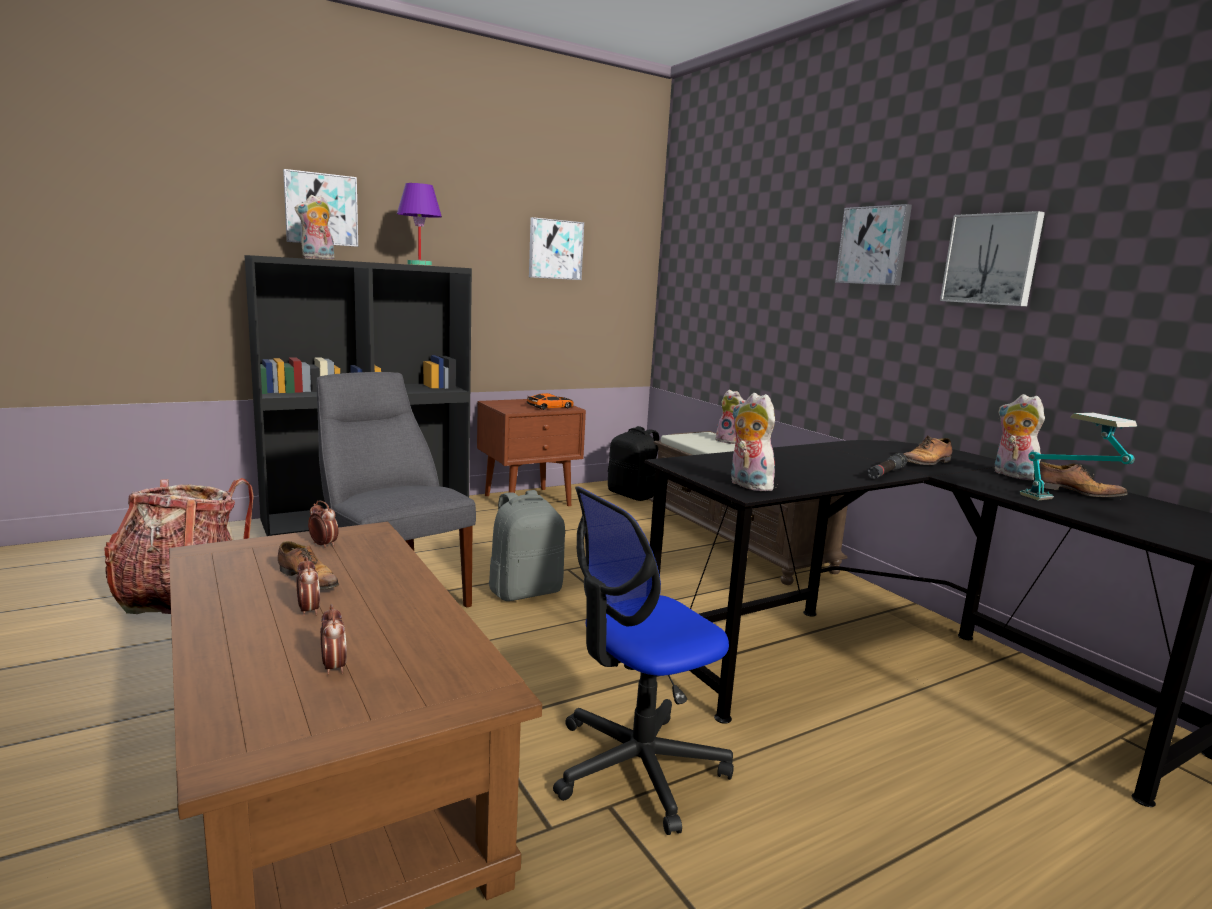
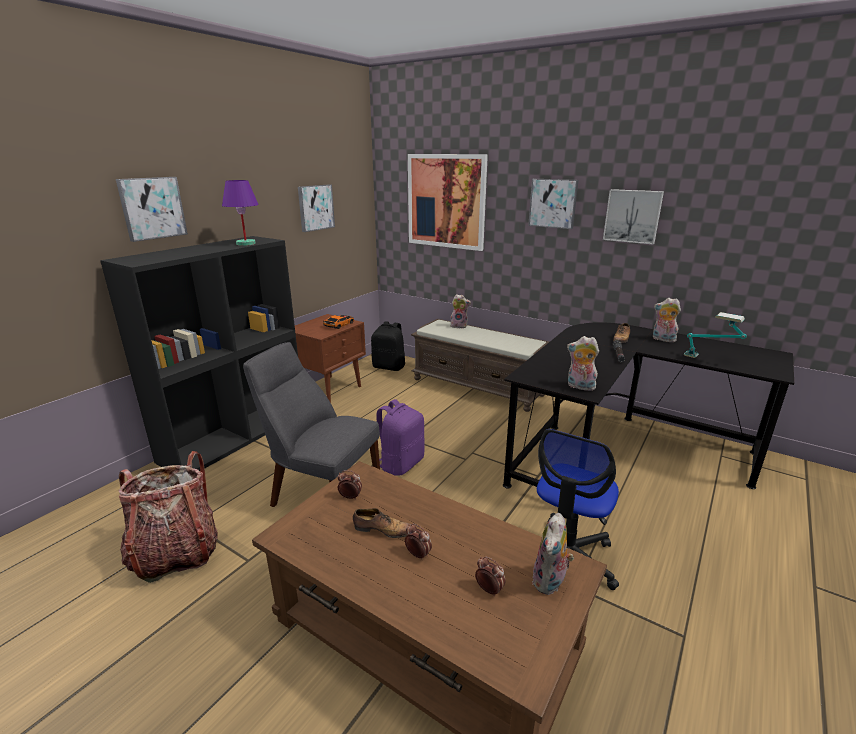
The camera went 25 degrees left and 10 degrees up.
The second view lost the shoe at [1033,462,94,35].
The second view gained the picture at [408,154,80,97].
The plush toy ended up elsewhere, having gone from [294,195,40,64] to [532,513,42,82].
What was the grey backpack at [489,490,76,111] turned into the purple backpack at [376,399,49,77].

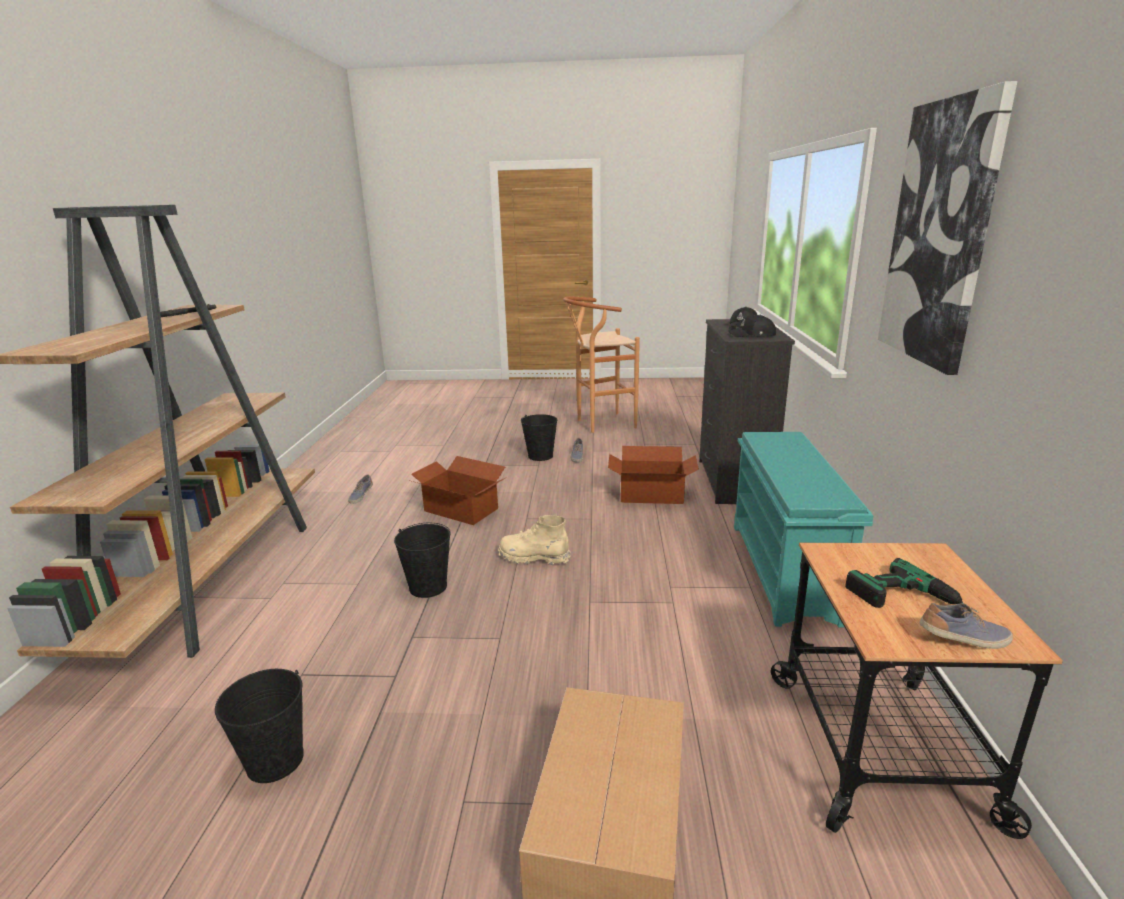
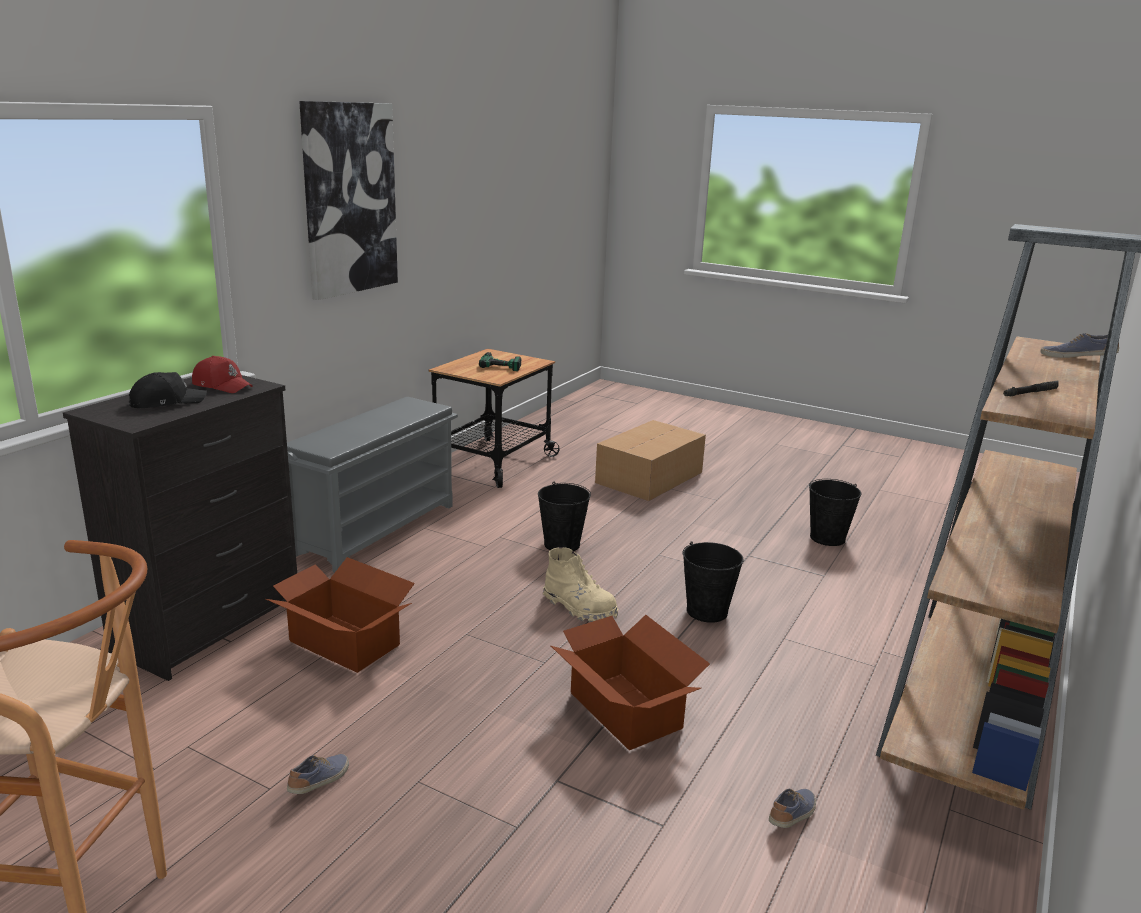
The camera went 155 degrees left and 0 degrees up.
The black bucket ended up elsewhere, having gone from [521,414,36,47] to [538,482,53,69].
The shoe ended up elsewhere, having gone from [919,603,94,46] to [1041,333,78,25].
What was the black cap at [729,315,47,22] turned into the red cap at [192,356,61,37].
What was the turquoise shoe rack at [734,432,140,196] turned into the grey shoe rack at [287,397,171,175].

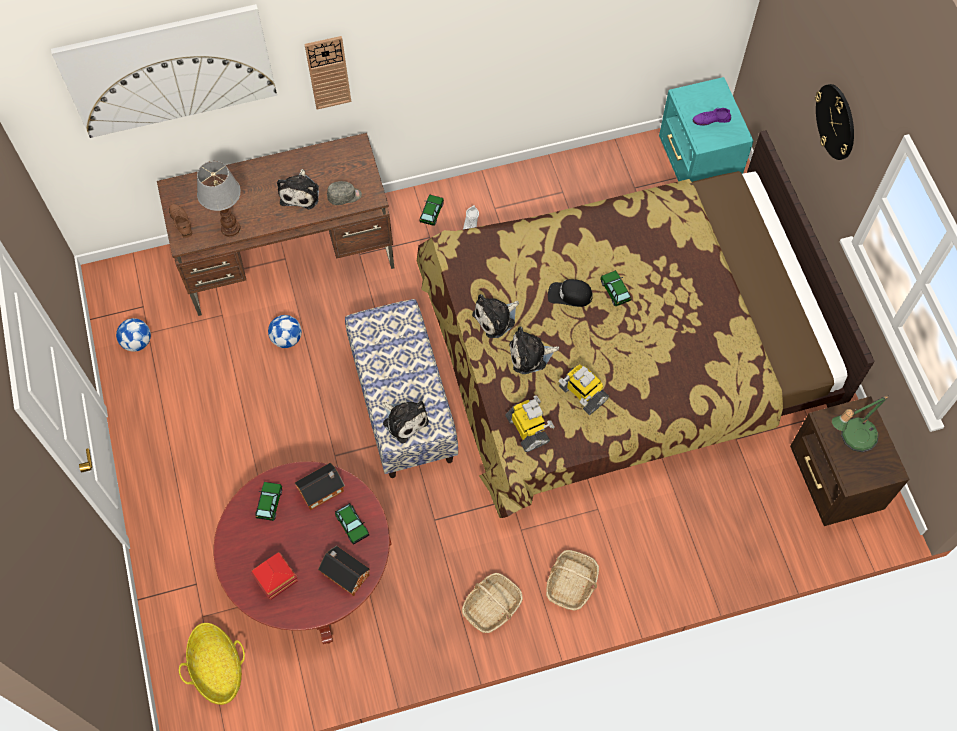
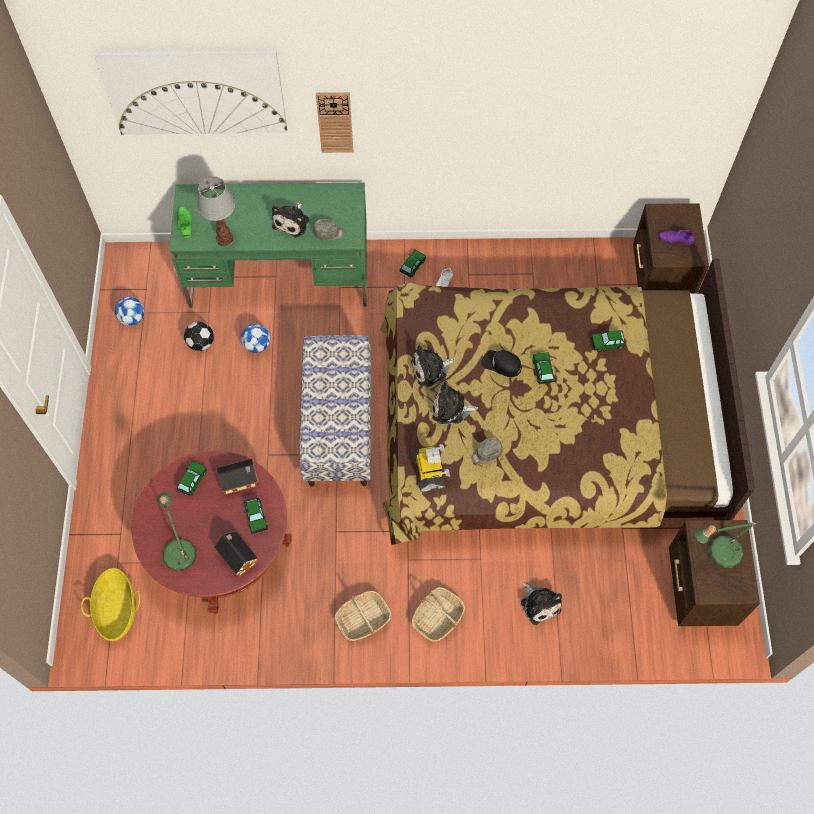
The camera went 15 degrees right and 0 degrees up.
The second view lost the wall clock at [815,84,39,76].
The second view gained the football at [184,322,30,29].
The second view gained the toy car at [591,330,35,22].
The plush toy ended up elsewhere, having gone from [381,401,48,42] to [521,583,41,42].
Where the toy house stood at [251,552,47,48], the table lamp came to stand at [157,492,39,79].
Where the toy robot stood at [558,364,51,51], the grey cap came to stand at [471,437,31,27].
What was the brown desk at [157,133,237,183] turned into the green desk at [169,183,198,125].
What was the brown shoe at [169,204,23,34] turned into the green shoe at [178,207,14,31].
What was the turquoise nightstand at [659,77,94,105] turned into the brown nightstand at [633,203,76,91].

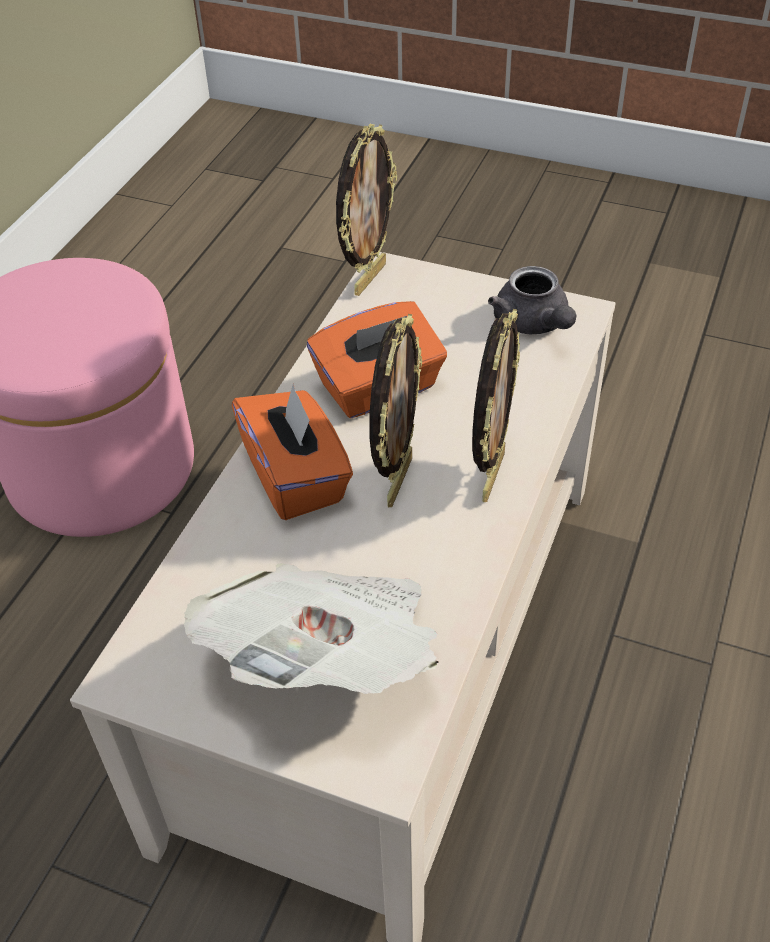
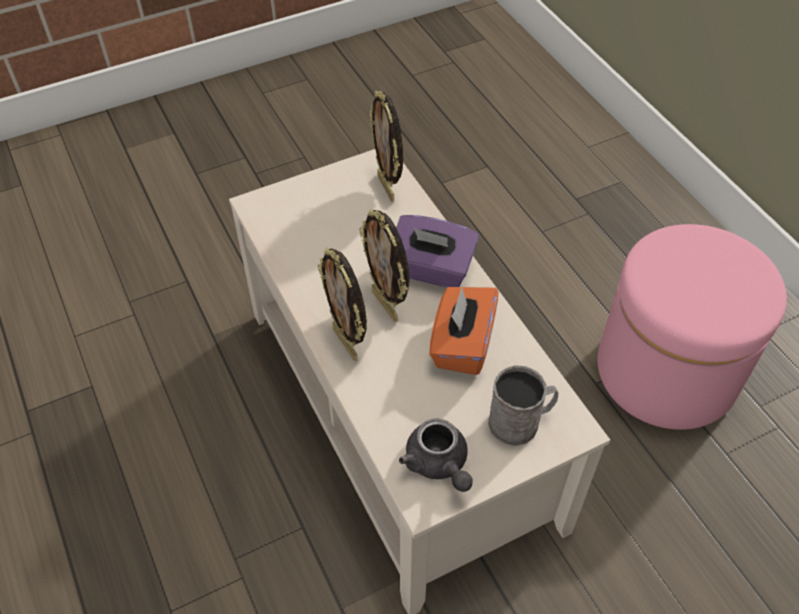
The camera went 130 degrees right and 5 degrees up.
The second view lost the newspaper at [184,563,254,131].
The second view gained the grey mug at [488,365,70,81].
The picture frame ended up elsewhere, having gone from [336,124,61,172] to [369,91,34,111].
What was the orange tissue box at [232,383,121,137] turned into the purple tissue box at [396,215,83,73].
The grey teapot at [488,266,89,68] ended up facing another way, 135 degrees counterclockwise from before.

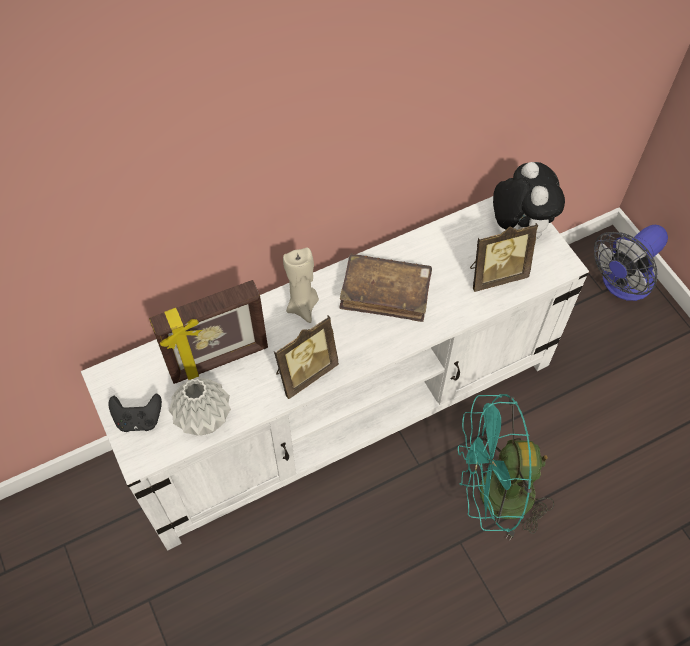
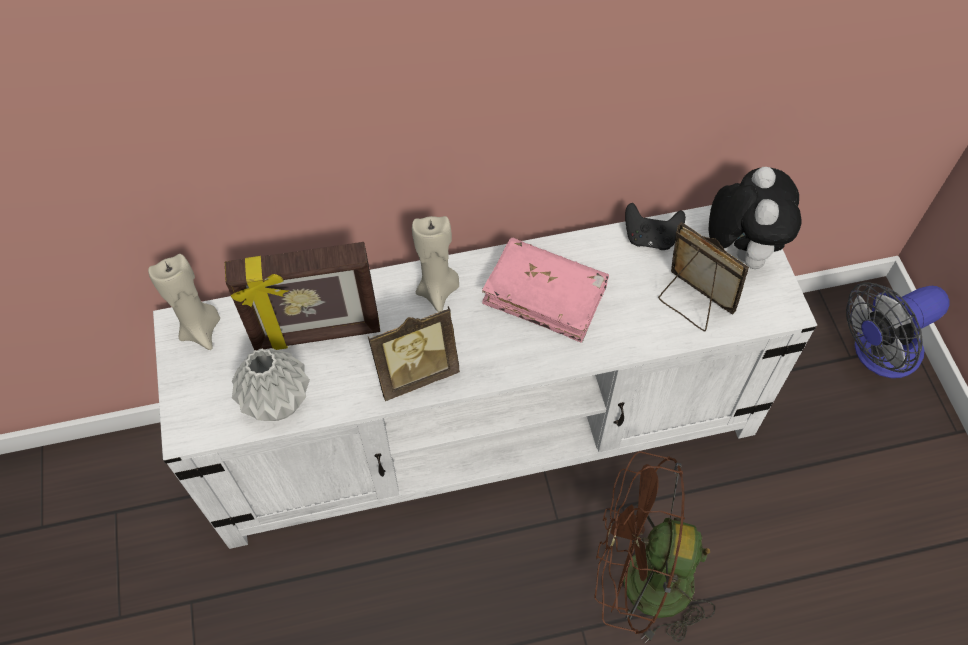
The camera went 15 degrees right and 0 degrees up.
The second view gained the beige candle at [148,254,72,96].
The black game controller ended up elsewhere, having gone from [108,394,54,38] to [625,203,61,47].
What was the brown book at [339,253,93,69] turned into the pink book at [482,238,127,104].
What was the turquoise fan at [458,394,96,147] turned into the brown fan at [594,451,121,192].
The picture frame at [470,223,68,69] ended up facing another way, 135 degrees counterclockwise from before.

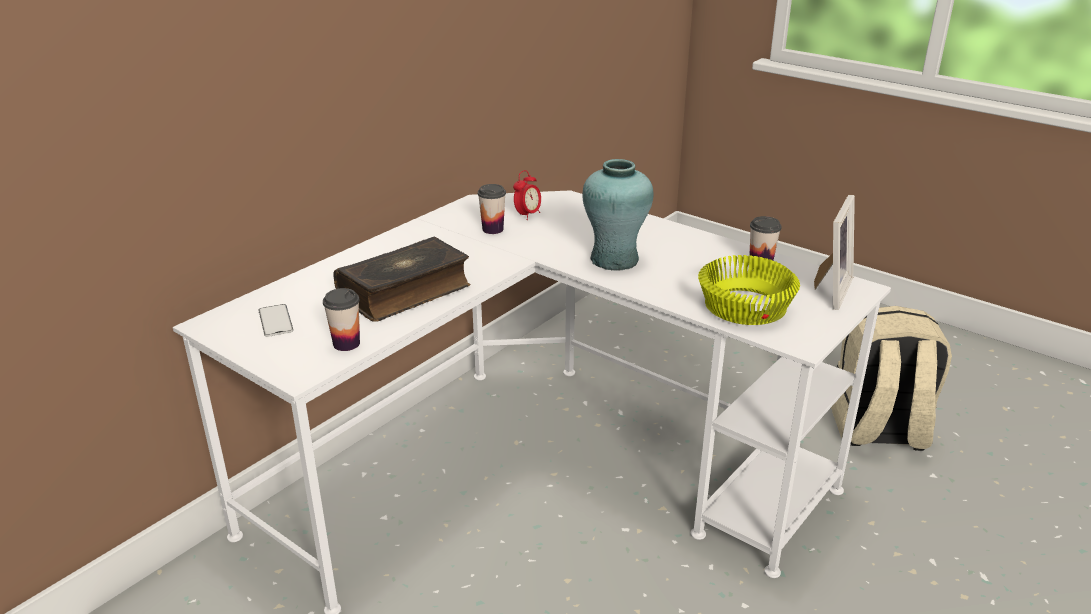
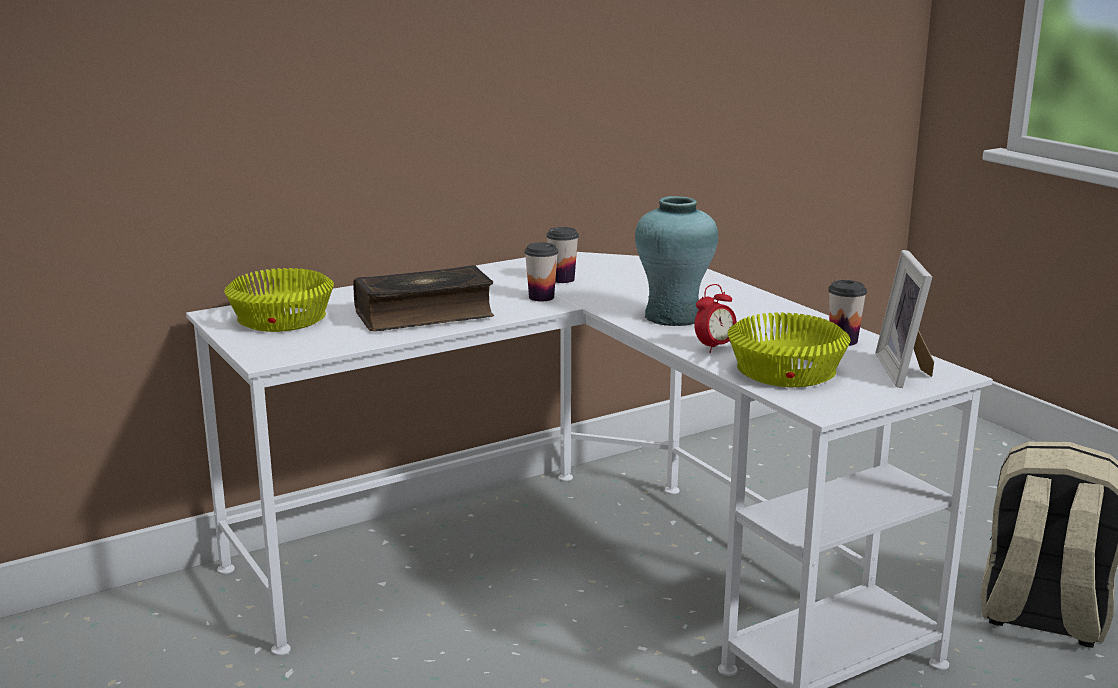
The camera went 20 degrees right and 10 degrees down.
The cup ended up elsewhere, having gone from [323,288,37,63] to [524,242,34,59].
The alarm clock ended up elsewhere, having gone from [513,170,28,50] to [694,284,43,69].
Where the phone stood at [259,304,35,33], the yellow bowl came to stand at [224,268,110,64].
The picture frame at [814,195,41,115] ended up facing another way, 135 degrees clockwise from before.

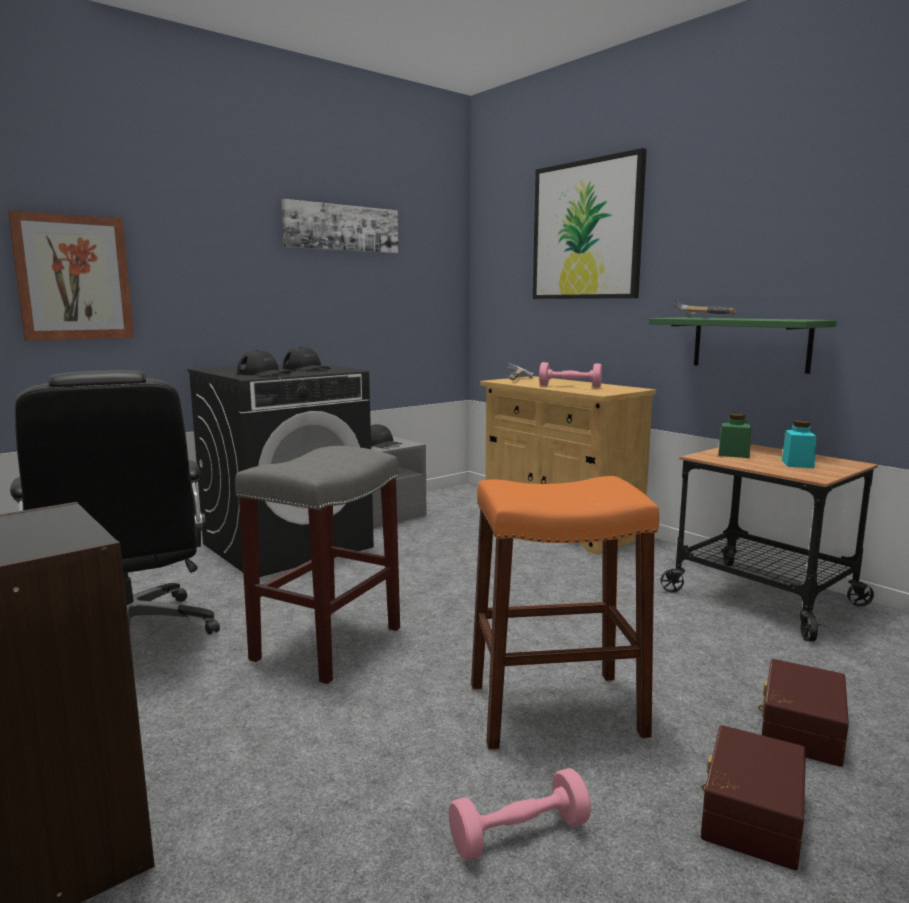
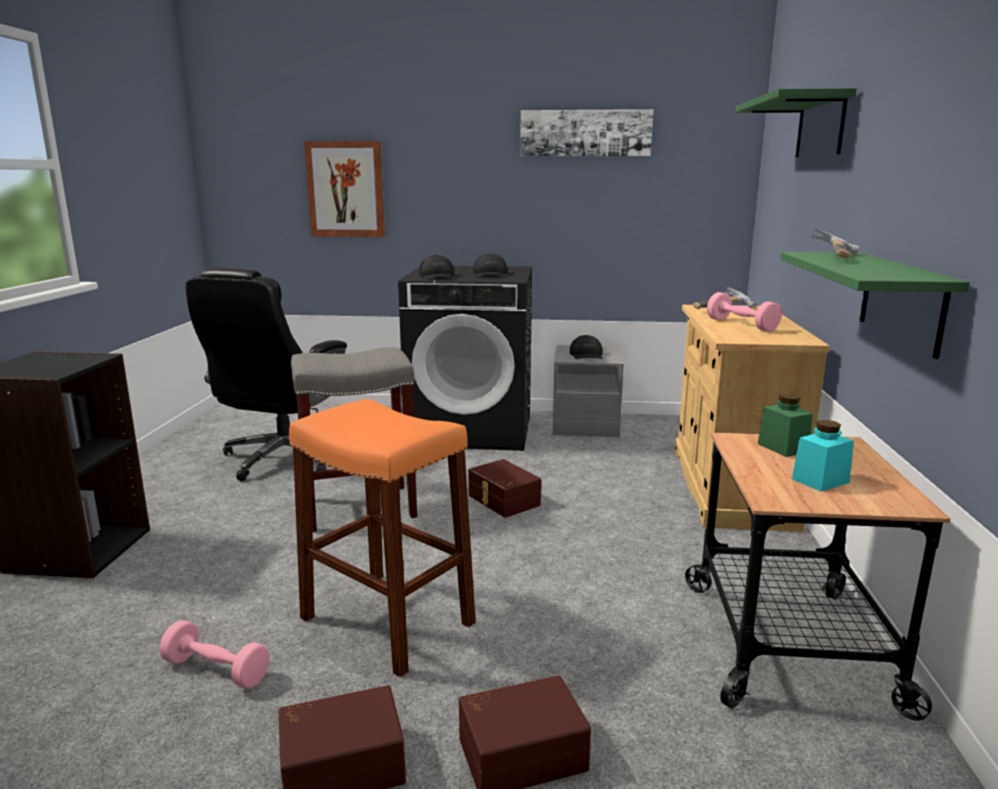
The camera went 45 degrees right and 5 degrees up.
The second view gained the brown storage box at [468,459,73,59].
Where the picture hung at [533,148,114,151], the green shelf came to hang at [735,88,122,69].

